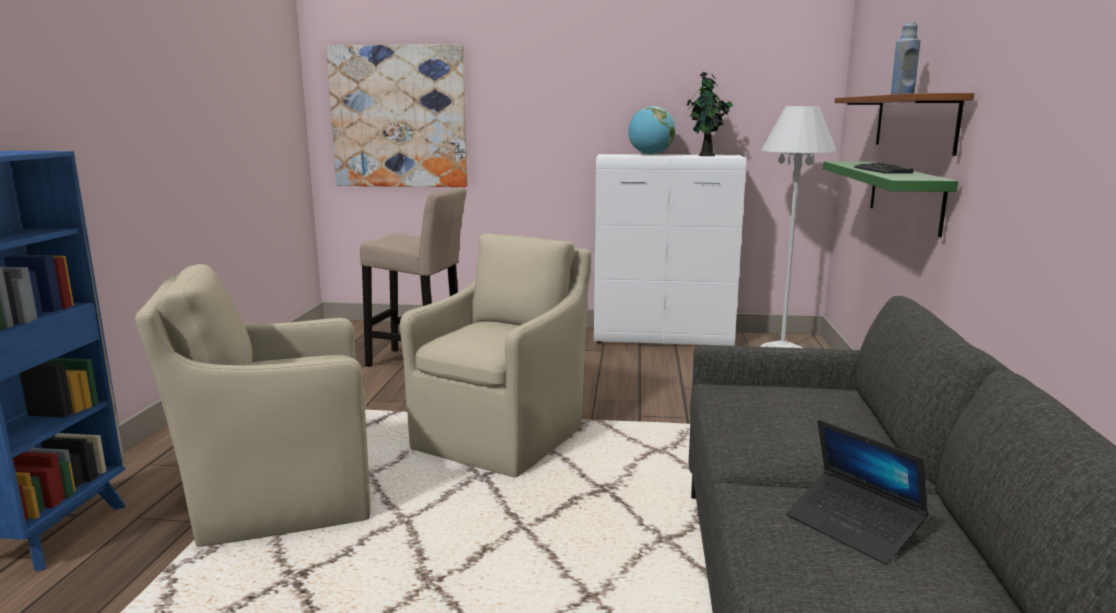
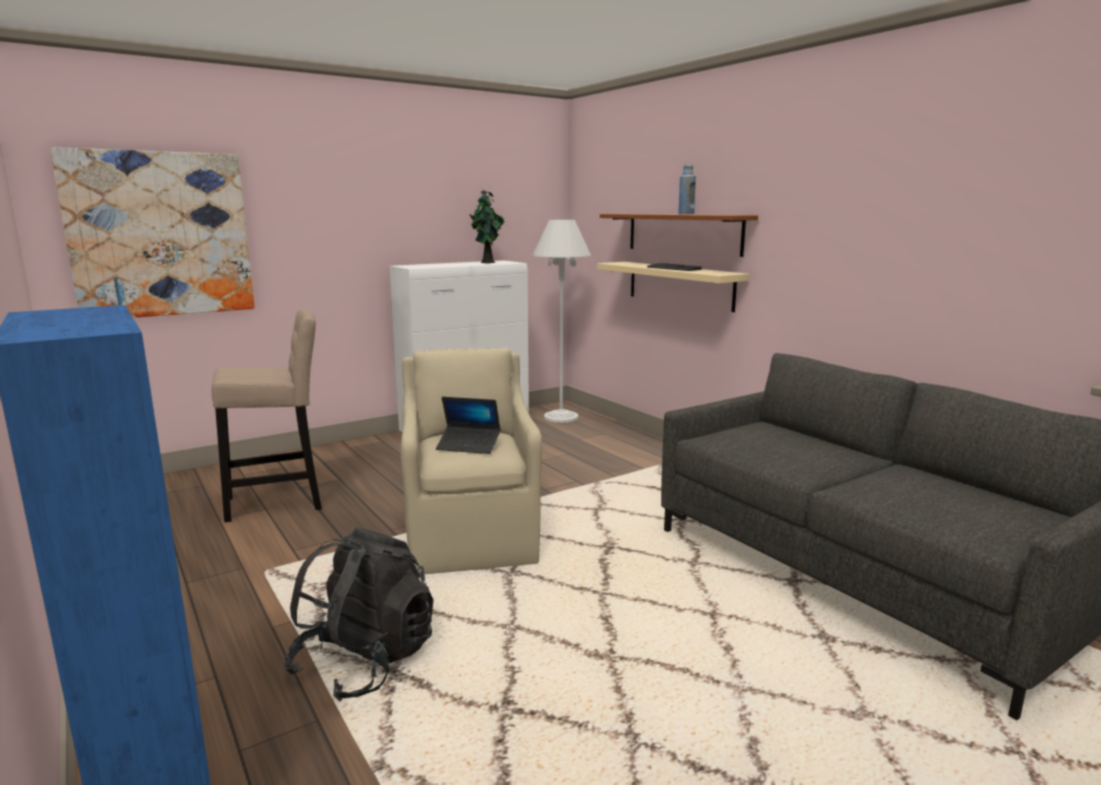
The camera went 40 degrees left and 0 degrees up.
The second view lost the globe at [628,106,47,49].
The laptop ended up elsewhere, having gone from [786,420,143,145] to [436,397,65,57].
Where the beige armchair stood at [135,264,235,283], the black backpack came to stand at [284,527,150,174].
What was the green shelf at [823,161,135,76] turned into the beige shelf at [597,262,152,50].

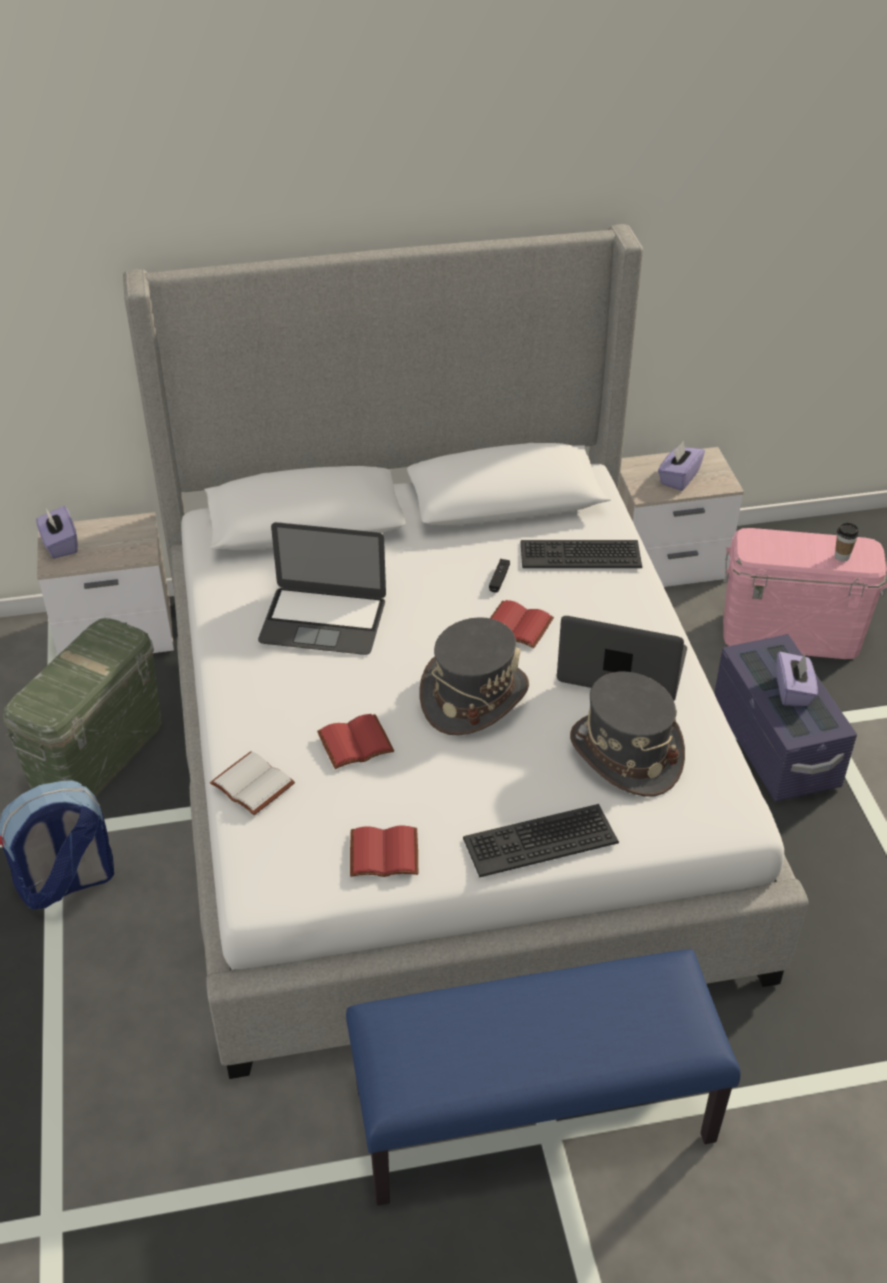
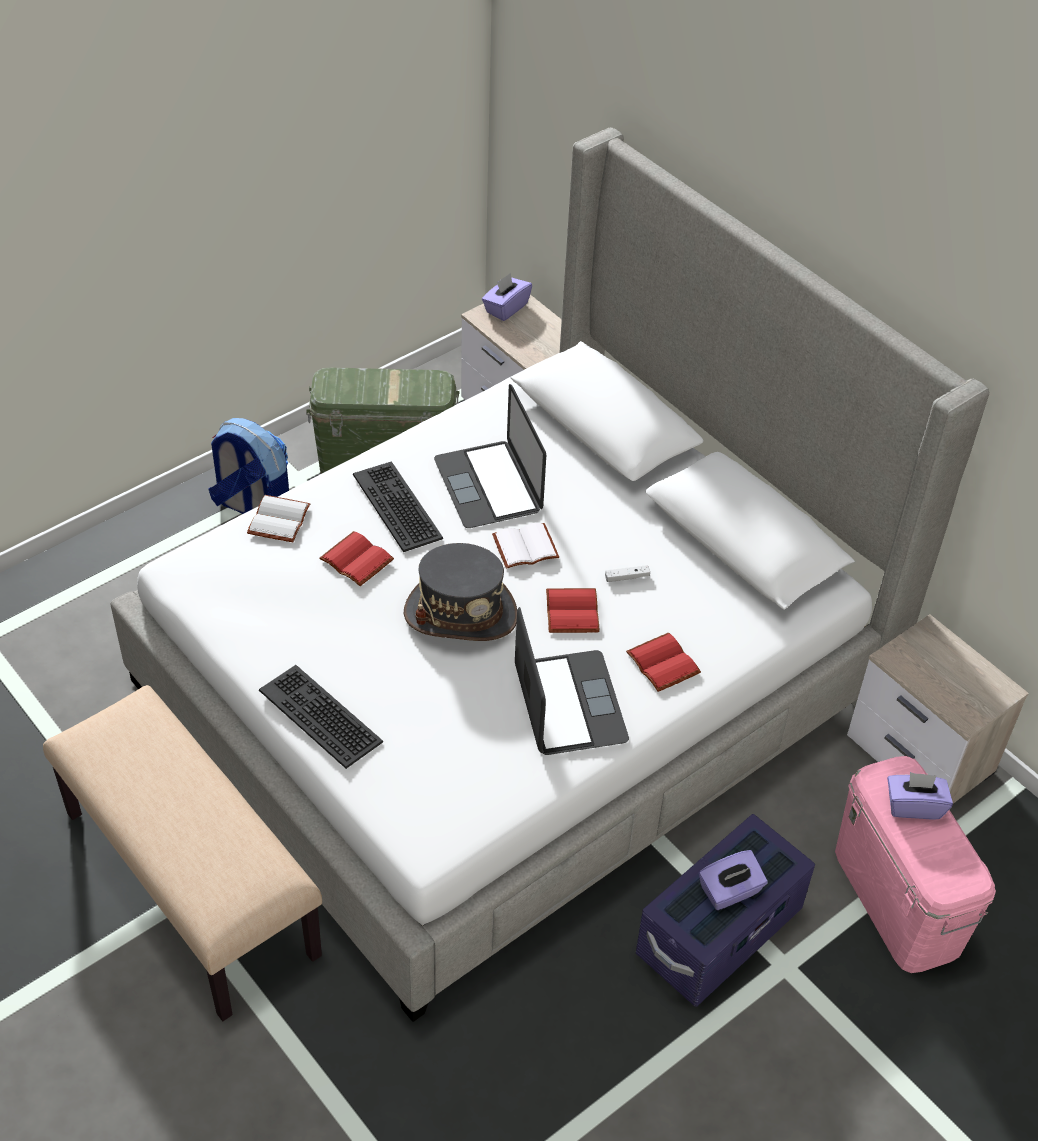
The camera went 60 degrees right and 5 degrees up.
The second view lost the grey hat at [570,672,115,125].
The second view lost the cup at [835,523,24,39].
The second view gained the white book at [492,523,67,46].
The red book ended up elsewhere, having gone from [350,826,68,51] to [626,632,75,60].
The keyboard ended up elsewhere, having gone from [520,540,122,28] to [353,461,90,91].
The purple tissue box ended up elsewhere, having gone from [658,441,47,50] to [887,772,66,47].
What was the blue bench at [346,949,395,257] turned into the beige bench at [43,685,279,336].
What was the black game controller at [489,559,21,34] turned into the white game controller at [605,565,45,17].

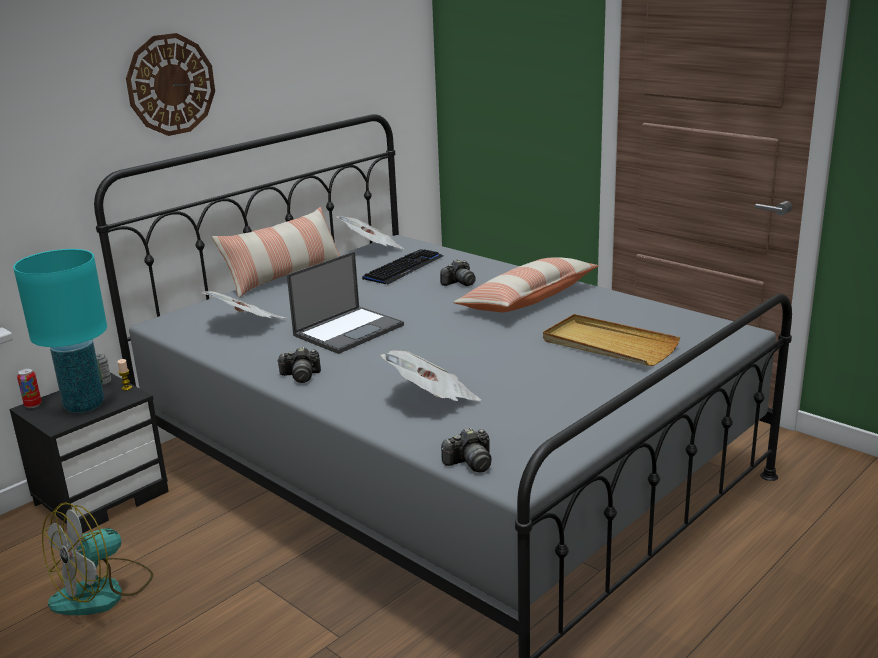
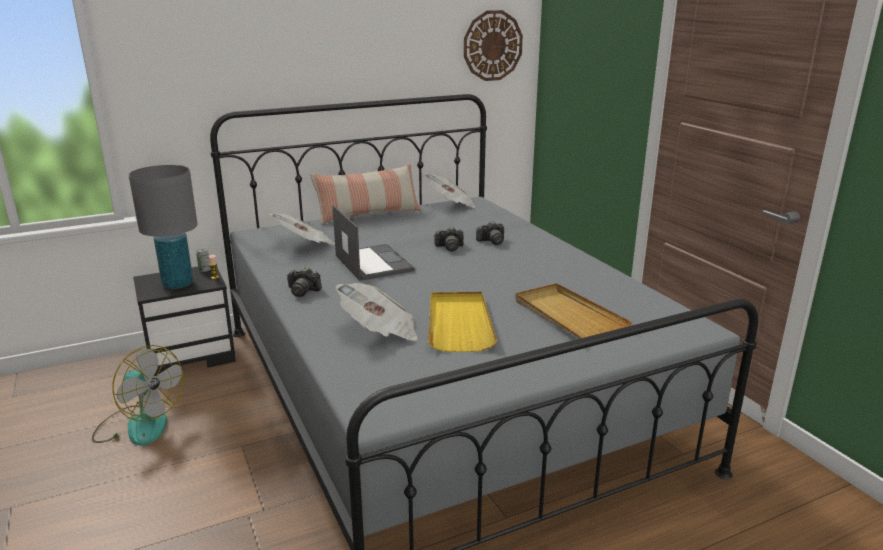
The camera went 20 degrees right and 0 degrees up.
The second view lost the can at [17,368,24,40].
The second view lost the keyboard at [362,249,81,35].
The second view lost the pillow at [453,257,146,55].
The second view gained the yellow tray at [428,292,69,60].
The wall clock ended up elsewhere, having gone from [126,33,89,103] to [464,10,59,71].
The photo camera ended up elsewhere, having gone from [441,428,51,45] to [434,227,30,25].
What was the turquoise table lamp at [13,249,94,164] turned into the grey table lamp at [128,165,70,124].
The fan at [42,502,111,113] ended up facing another way, 120 degrees counterclockwise from before.
The laptop at [287,251,117,103] ended up facing another way, 90 degrees counterclockwise from before.

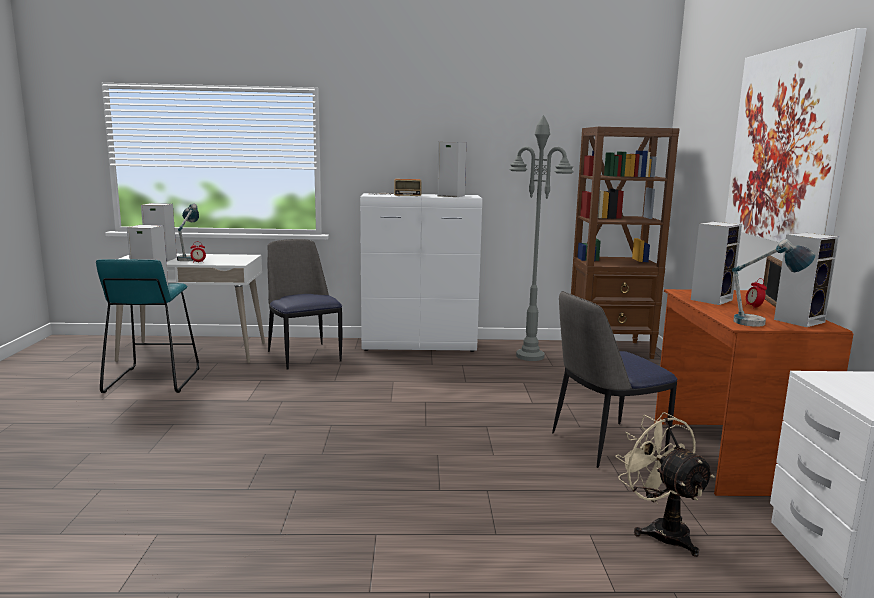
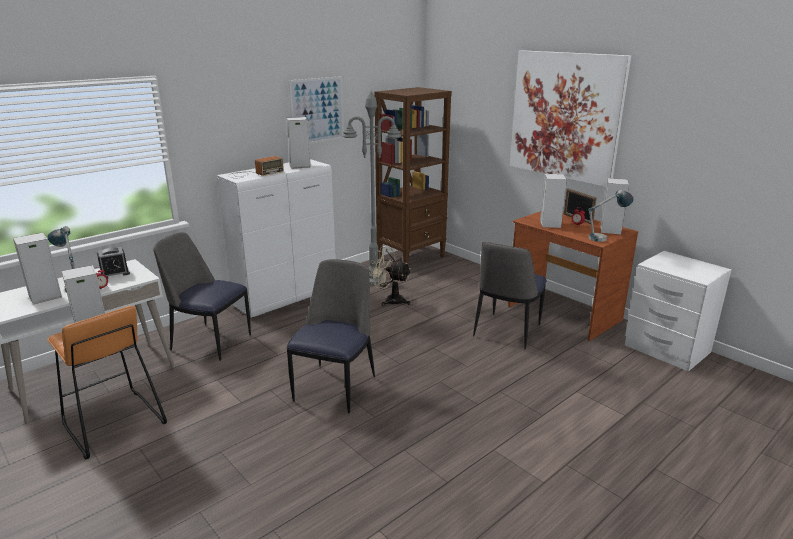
The camera went 40 degrees left and 10 degrees up.
The second view gained the alarm clock at [97,247,33,31].
The second view gained the chair at [287,259,88,154].
The second view gained the picture at [289,76,55,68].
The beige fan ended up elsewhere, having gone from [616,412,99,145] to [369,247,42,59].
What was the turquoise stool at [96,259,103,134] turned into the orange stool at [47,306,120,154].

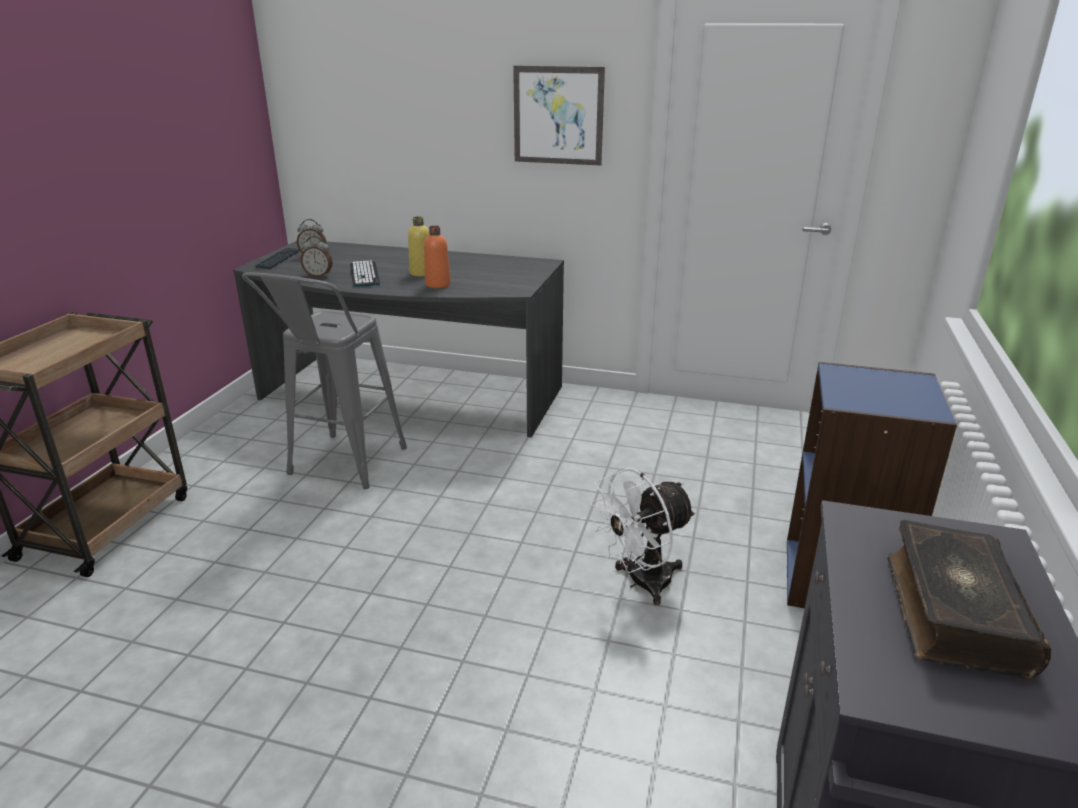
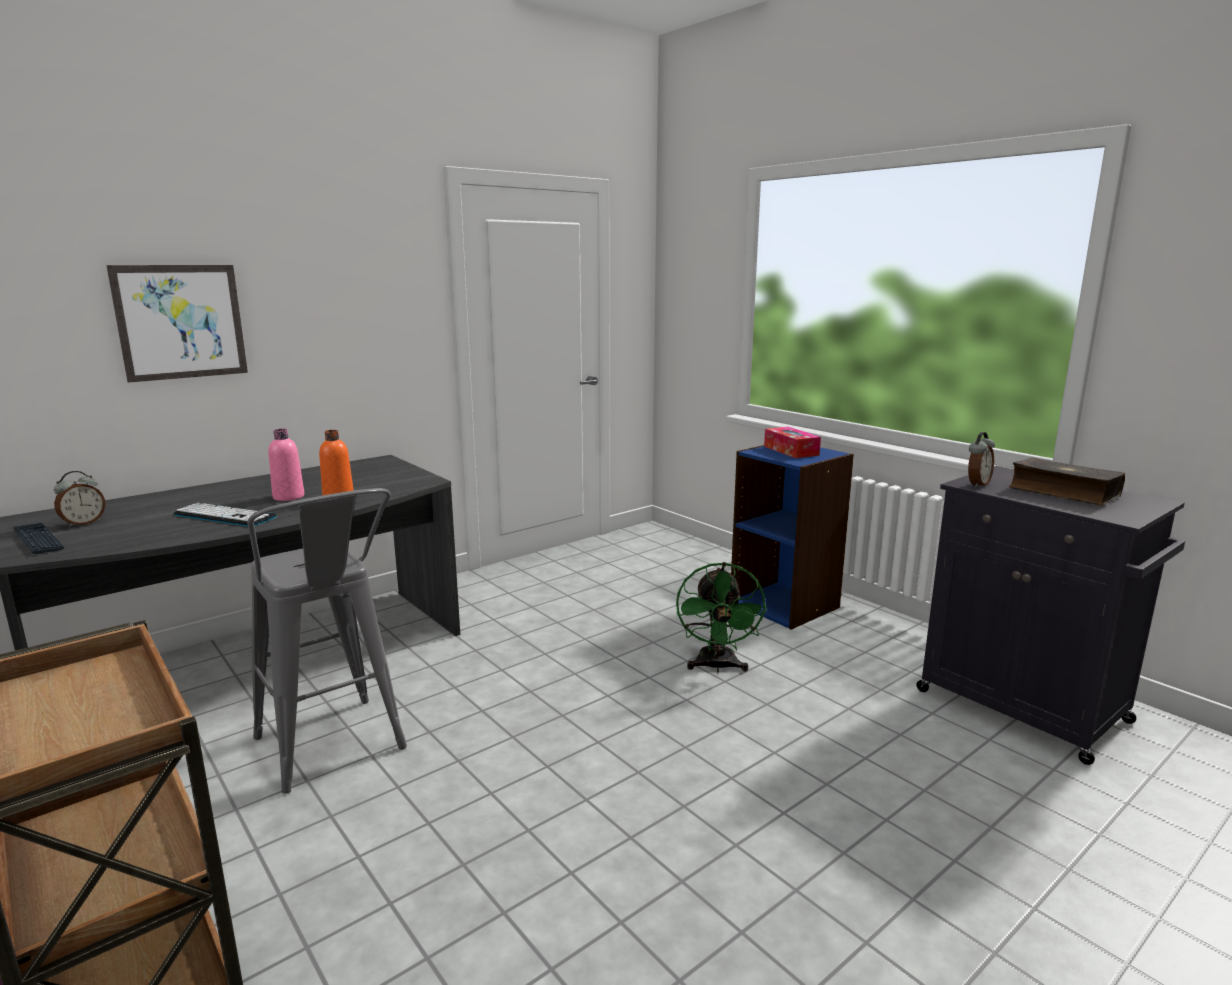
The camera went 55 degrees left and 10 degrees down.
The second view gained the tissue box at [764,427,57,31].
The alarm clock ended up elsewhere, having gone from [301,236,32,41] to [968,432,27,56].
The picture ended up elsewhere, having gone from [513,66,92,100] to [106,265,142,118].
What was the yellow bottle at [408,217,21,60] turned into the pink bottle at [268,429,36,72].
What was the white fan at [590,468,106,137] turned into the green fan at [676,562,91,110].

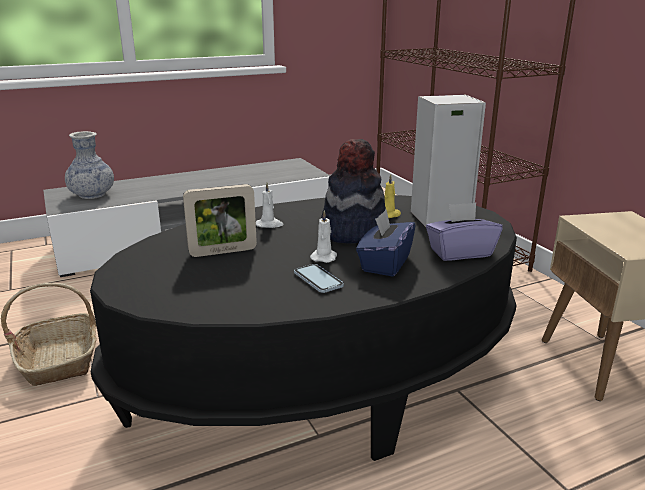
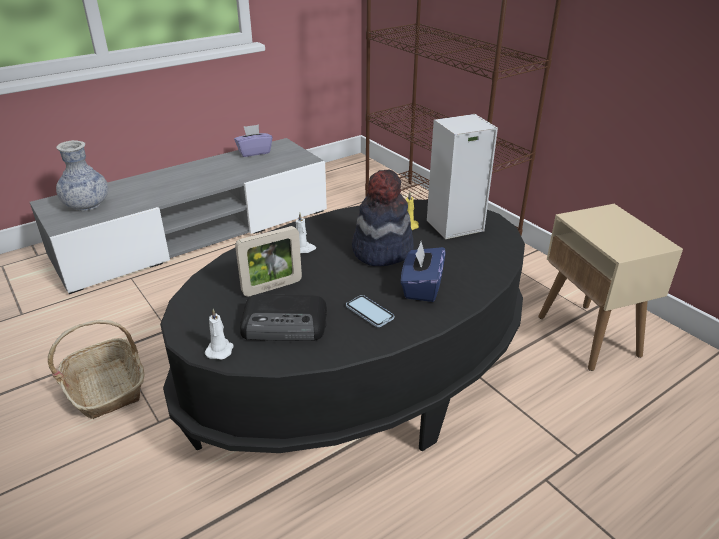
The camera went 10 degrees left and 10 degrees up.
The second view gained the radio at [240,294,87,47].
The white candle ended up elsewhere, having gone from [310,210,27,53] to [205,309,28,50].
The purple tissue box ended up elsewhere, having gone from [426,203,76,58] to [234,124,38,33].

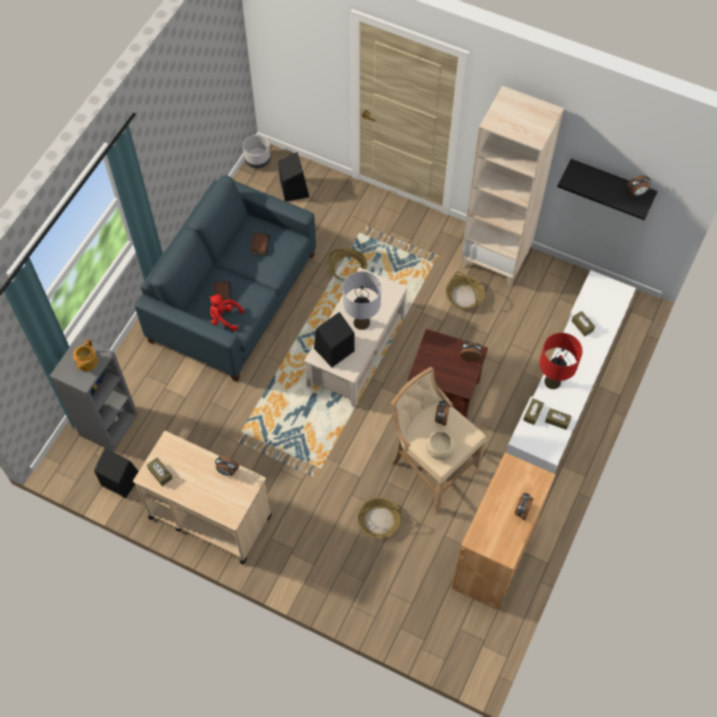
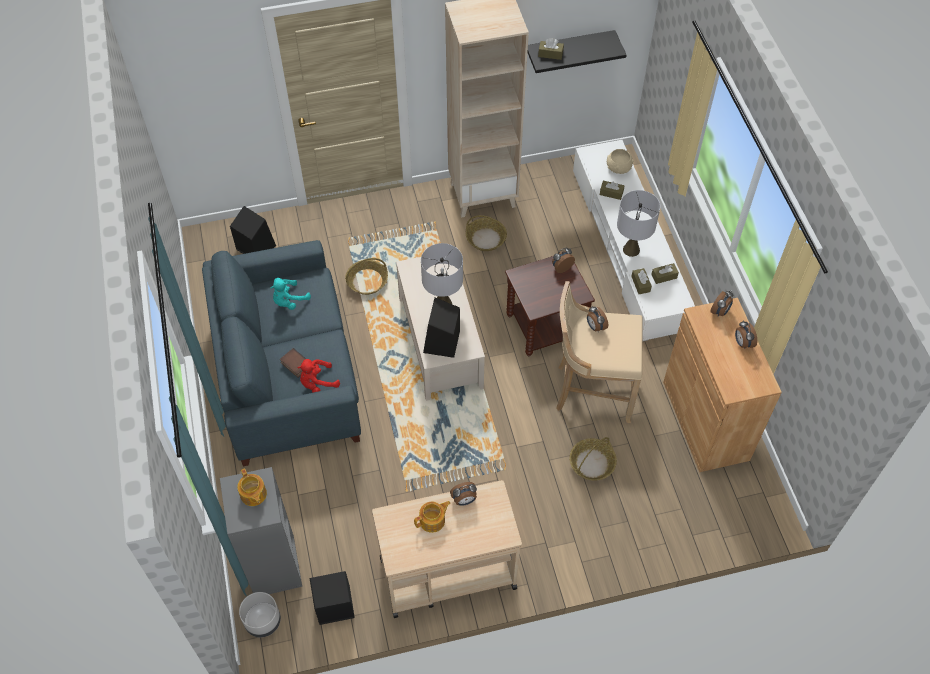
The camera went 40 degrees left and 5 degrees down.
The second view gained the teapot at [414,501,36,32].
The brown tissue box ended up elsewhere, having gone from [147,458,26,28] to [538,38,26,22].
The grey planter ended up elsewhere, having gone from [243,135,28,34] to [239,592,42,45].
The beige bowl ended up elsewhere, having gone from [426,431,30,30] to [607,149,27,25].
The alarm clock ended up elsewhere, having gone from [627,175,24,21] to [710,291,23,26].
Where the book stood at [250,233,20,22], the turquoise plush toy came to stand at [271,278,40,32].
What was the red table lamp at [539,333,44,56] turned into the grey table lamp at [617,190,43,67].

